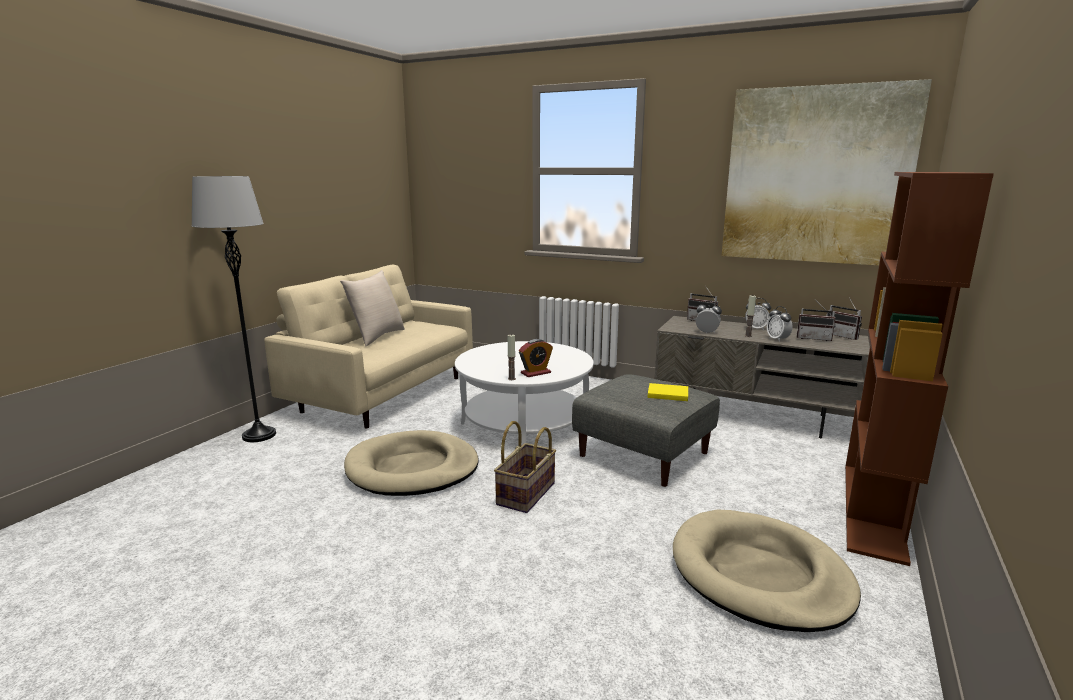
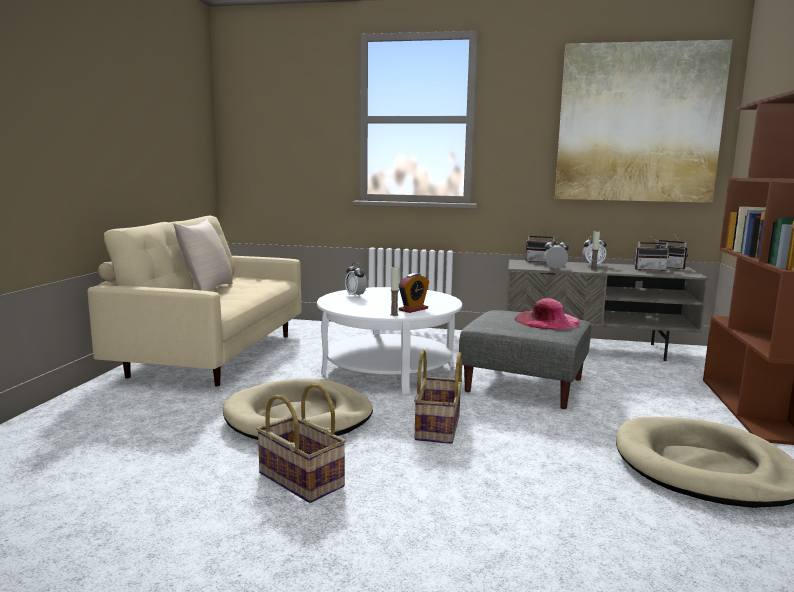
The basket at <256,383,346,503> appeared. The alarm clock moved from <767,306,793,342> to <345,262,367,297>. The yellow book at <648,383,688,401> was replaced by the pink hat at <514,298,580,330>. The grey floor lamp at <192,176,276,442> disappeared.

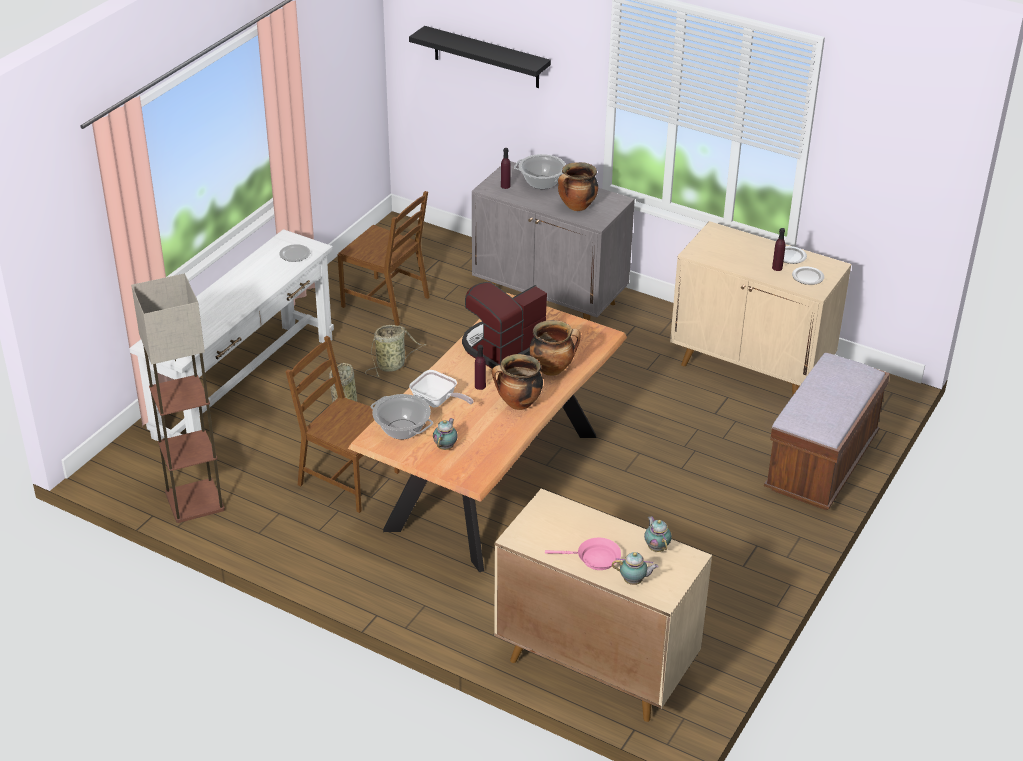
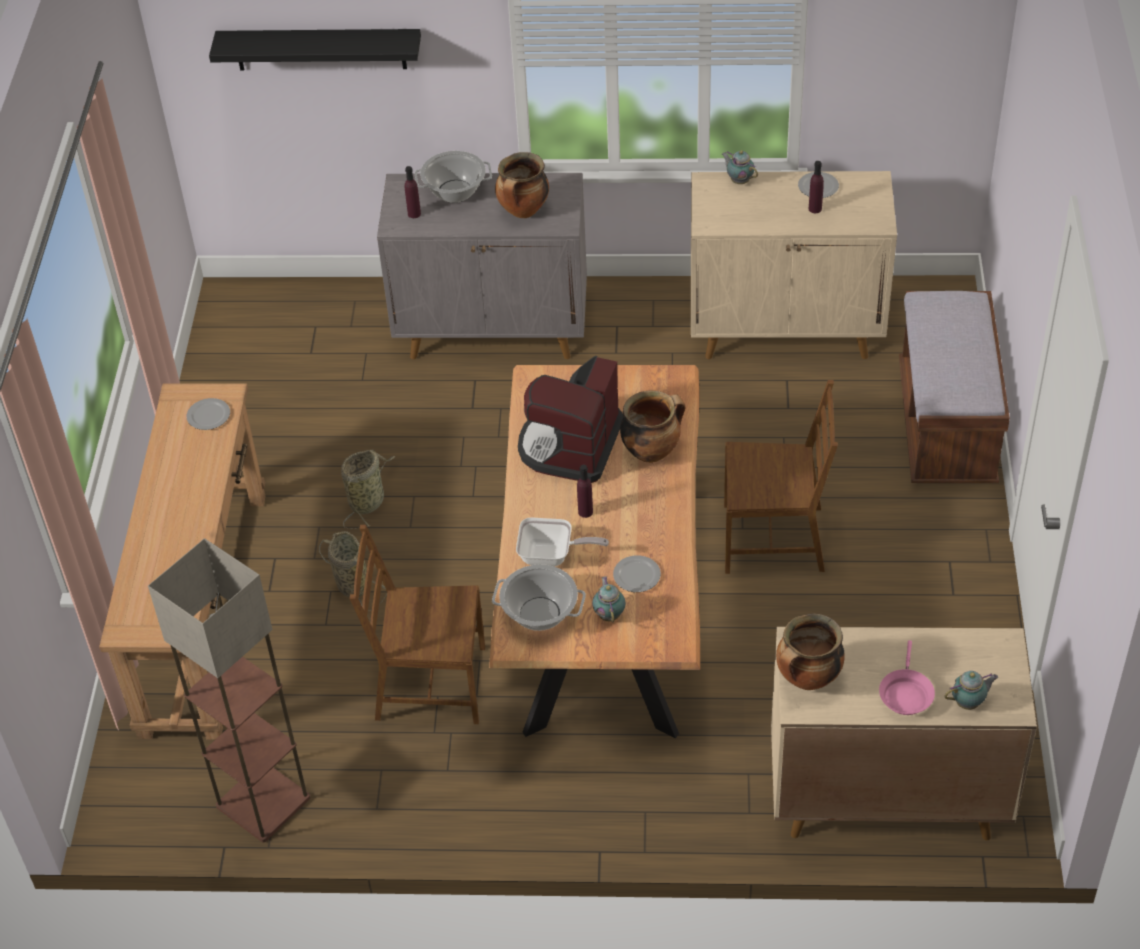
The white console table at <129,229,334,441> became the brown console table at <99,383,265,740>. The plate moved from <792,267,824,285> to <613,555,661,592>. The teapot moved from <644,516,672,552> to <722,150,758,184>. The brown chair moved from <338,191,429,326> to <724,380,838,574>. The cooking pot moved from <492,354,543,410> to <776,614,845,690>. The pink frying pan at <545,538,621,570> turned 120 degrees clockwise.

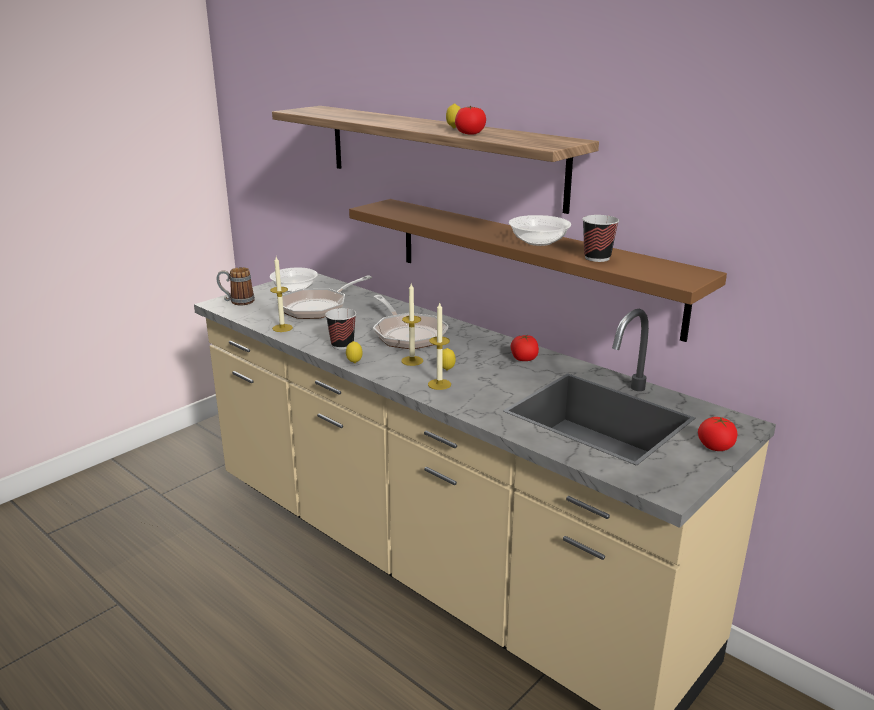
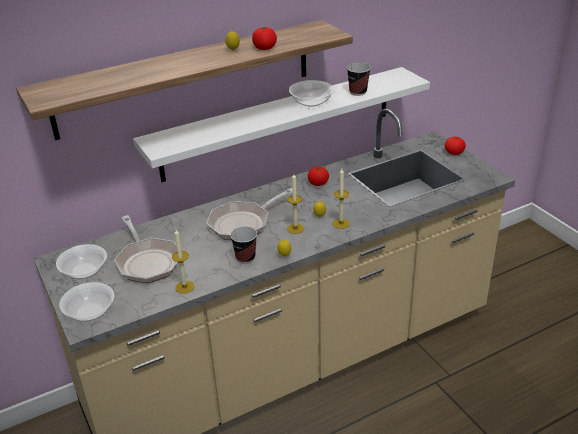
The mug at <216,267,255,305> was replaced by the bowl at <59,282,114,322>. The brown shelf at <349,199,727,342> became the white shelf at <133,67,430,182>. The frying pan at <373,295,449,349> turned 150 degrees clockwise.

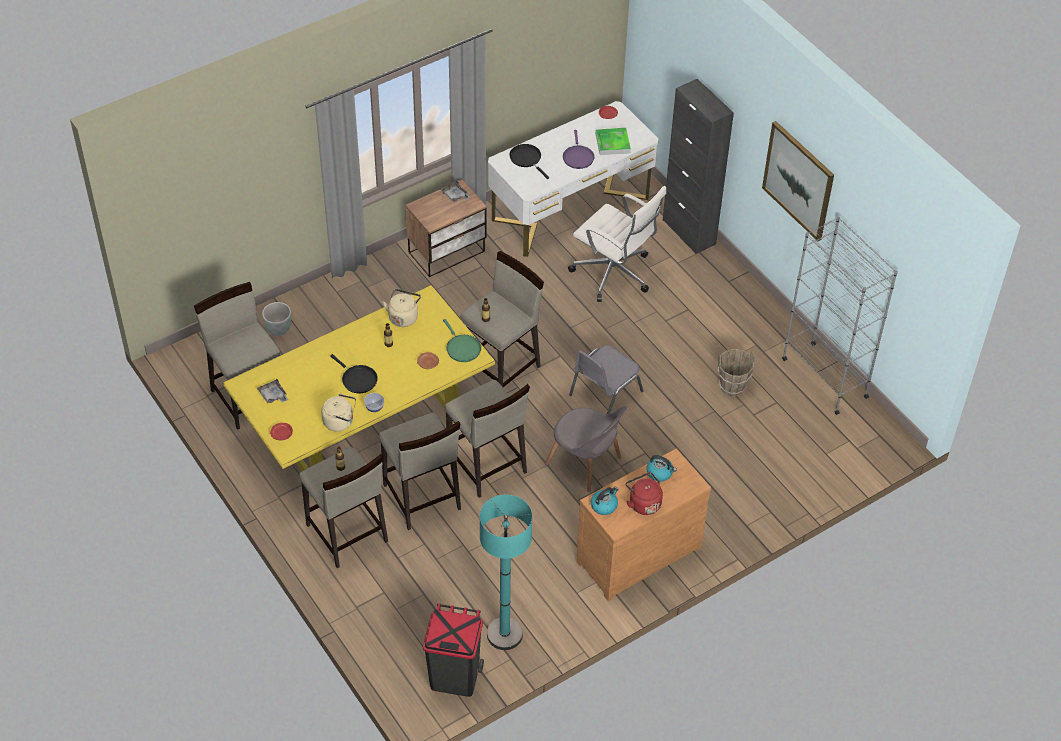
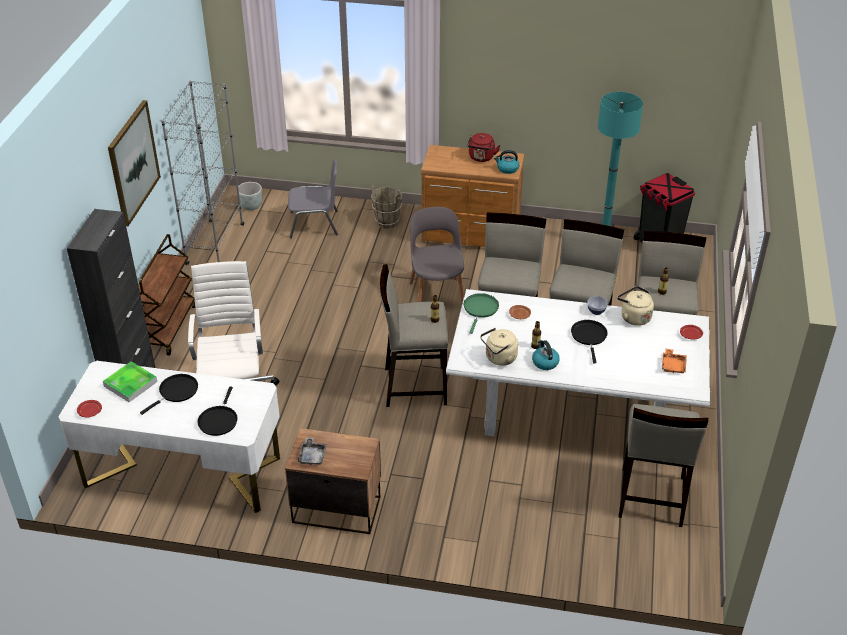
The brown cart at <138,234,195,356> appeared. The purple frying pan at <563,130,595,169> became the black frying pan at <140,374,198,415>. The grey planter moved from <262,302,291,336> to <238,182,262,210>. The grey chair moved from <569,345,643,414> to <288,159,338,238>. The brown bucket moved from <718,349,755,396> to <371,185,402,229>. The yellow dining table at <223,285,495,471> became the white dining table at <446,289,710,436>. The kettle moved from <646,455,677,482> to <532,340,560,370>. The grey tray at <257,379,288,403> became the orange tray at <662,349,687,373>.

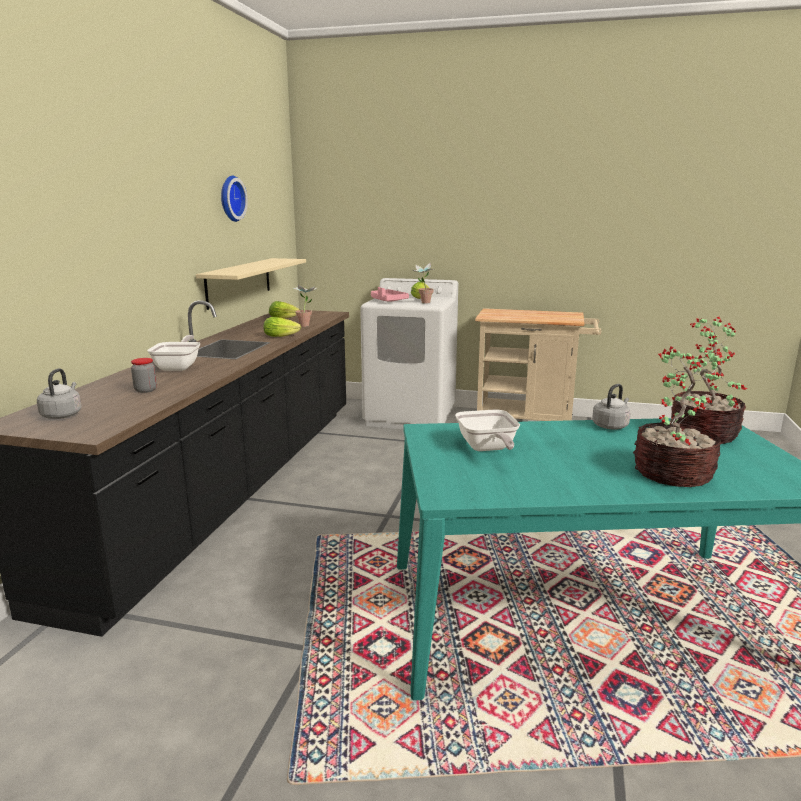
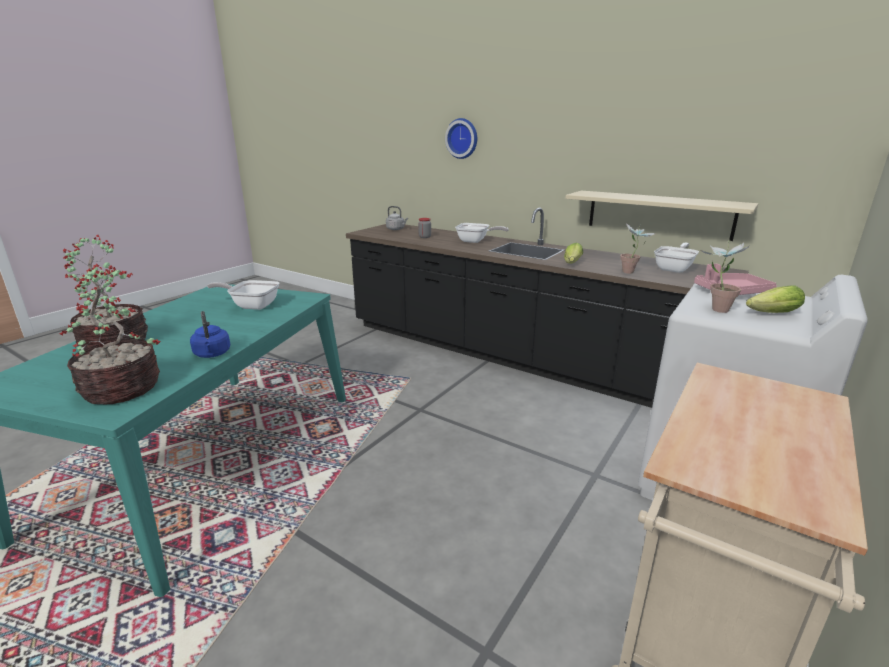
The grey kettle at <592,384,630,429> became the blue kettle at <190,311,230,358>. The wall clock moved from <221,176,248,222> to <445,118,477,159>. The lettuce at <269,301,300,319> was replaced by the frying pan at <654,243,699,273>.

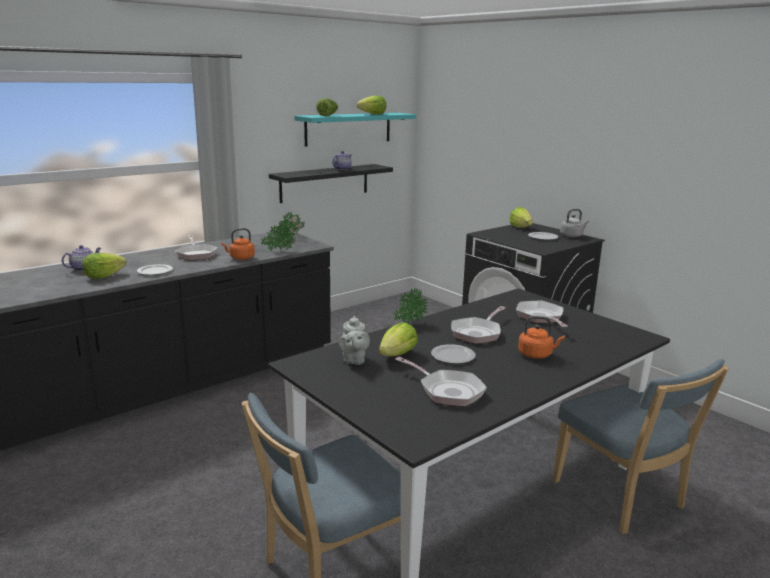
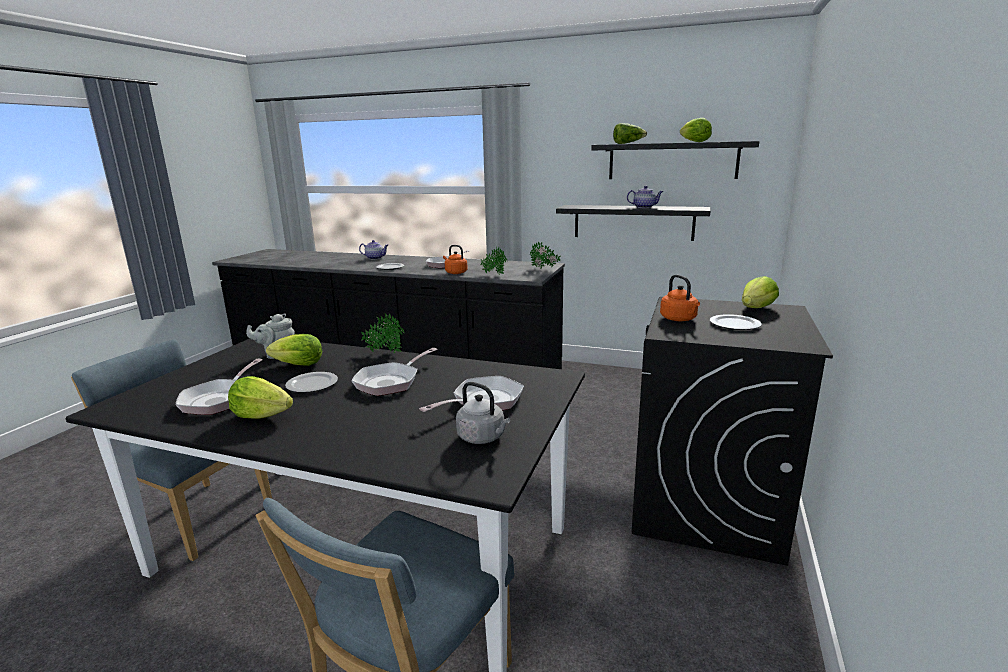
The lettuce moved from <82,253,127,279> to <228,376,293,419>. The frying pan at <451,306,506,344> turned 60 degrees counterclockwise. The grey kettle moved from <560,209,589,238> to <456,382,510,444>. The turquoise shelf at <294,113,416,147> became the black shelf at <591,141,759,179>. The orange kettle moved from <518,316,565,359> to <660,275,700,321>.

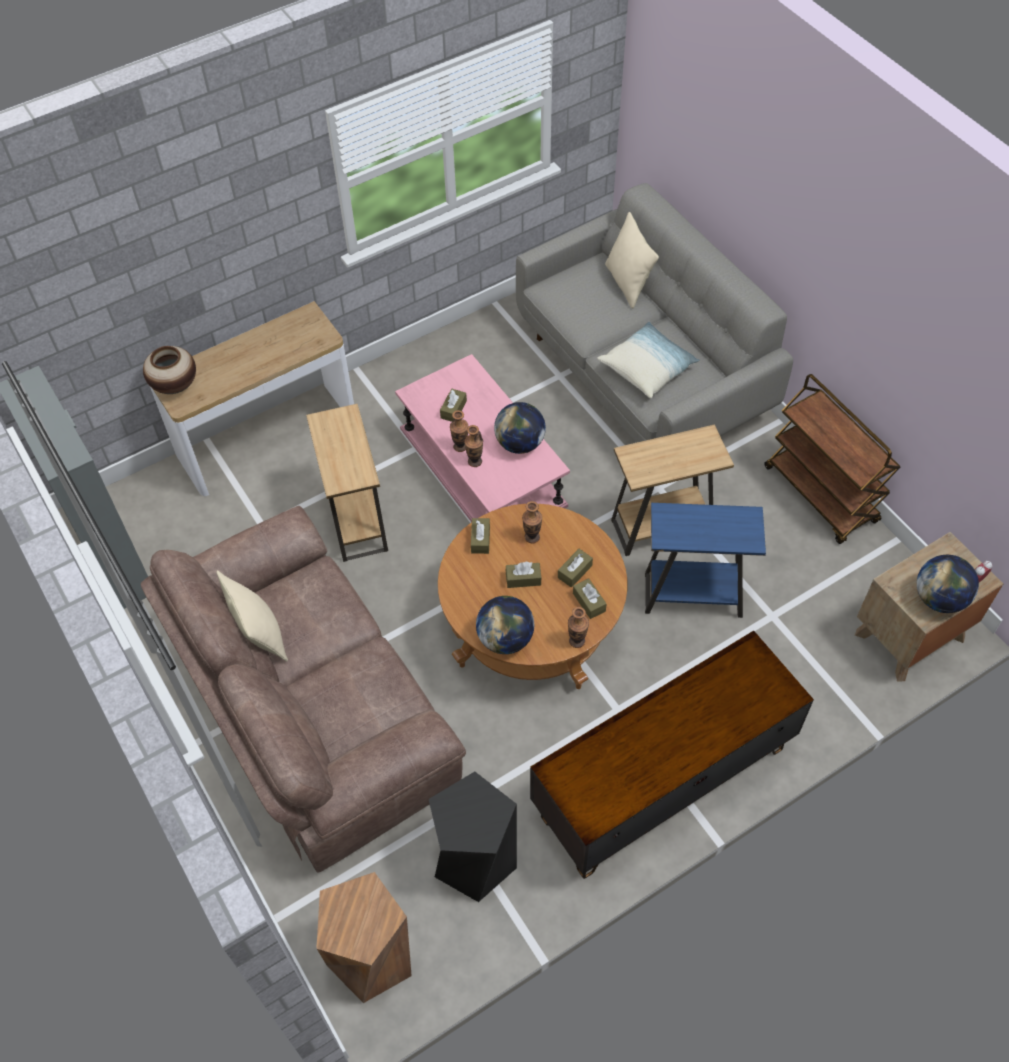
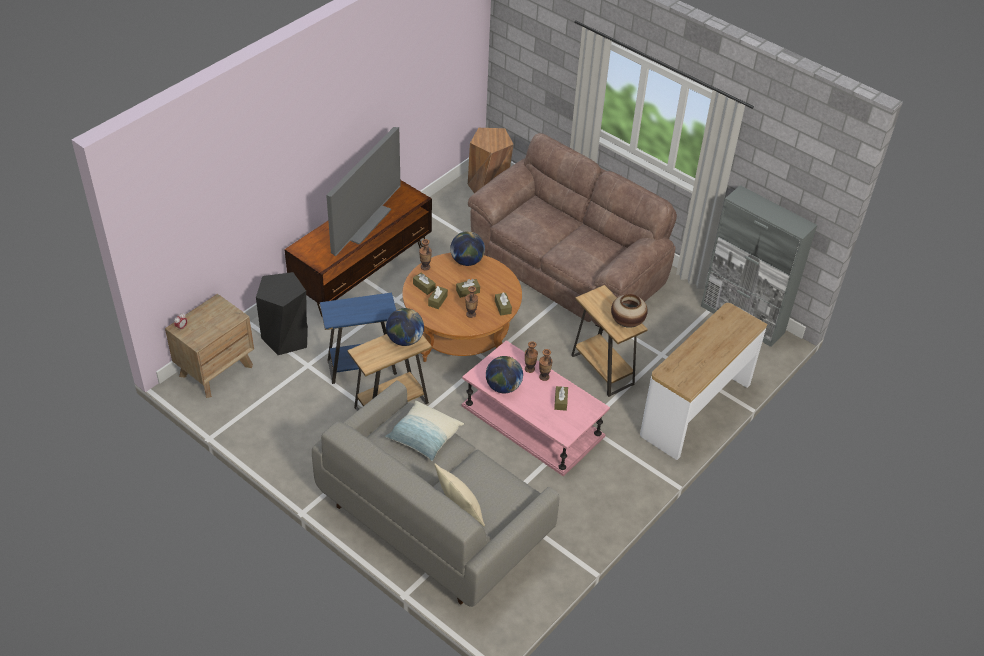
The black stool moved from <429,772,517,902> to <256,272,308,355>. The television at <326,127,401,256> appeared. The globe moved from <917,555,979,613> to <386,308,424,346>. The vase moved from <143,346,196,394> to <611,294,648,328>. The beige pillow at <216,570,288,662> disappeared. The brown cart at <764,374,901,544> disappeared.

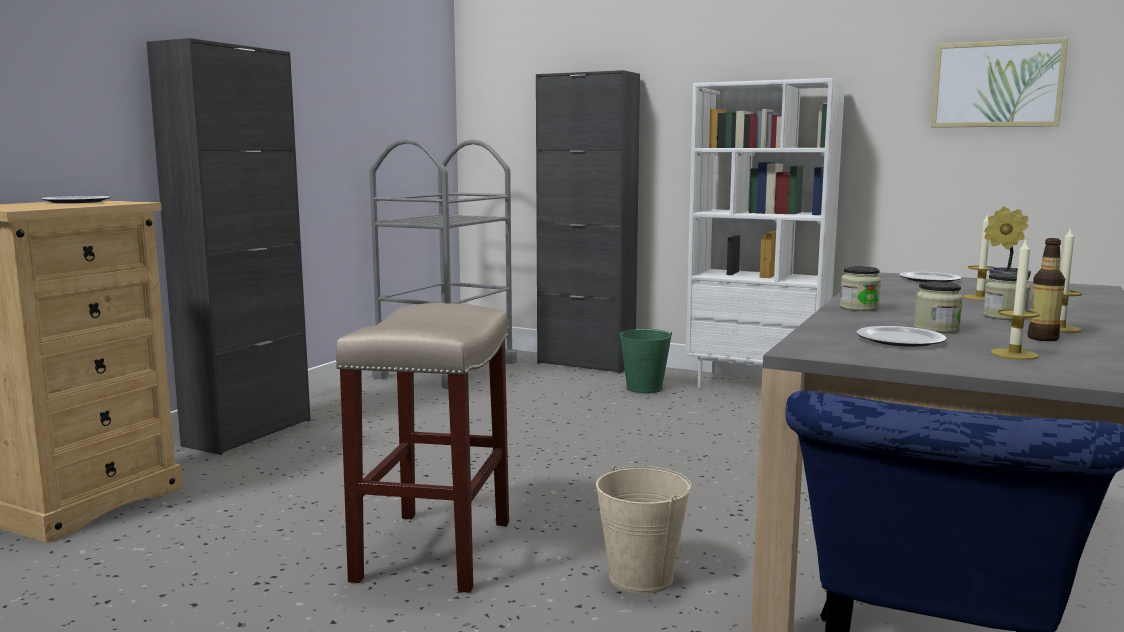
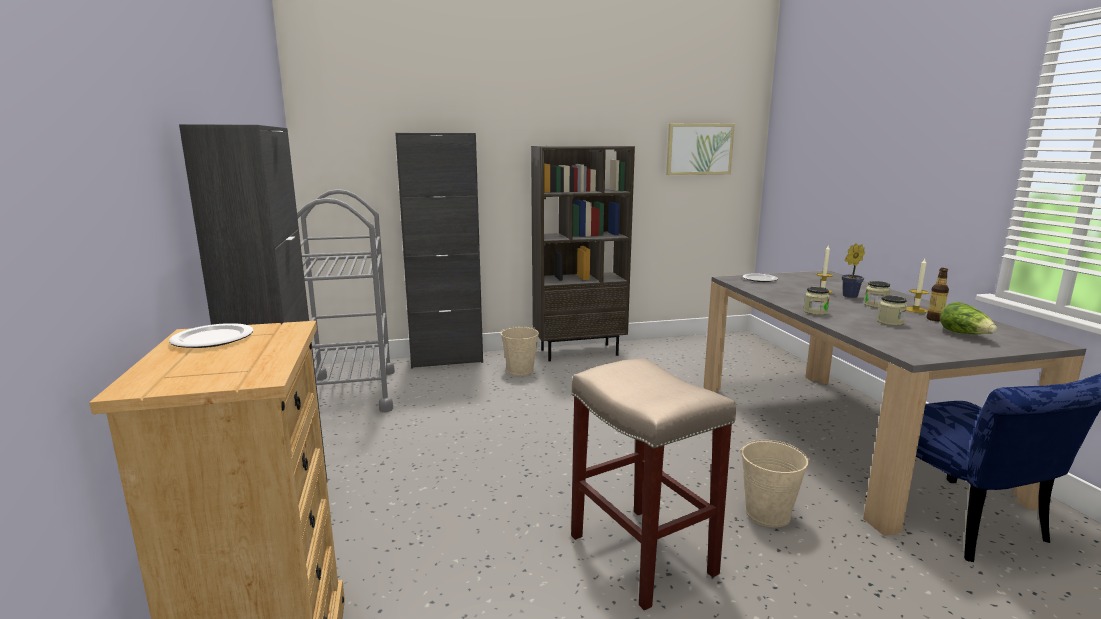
The green bucket at <619,329,672,393> became the beige bucket at <500,326,539,376>. The white bookcase at <686,78,845,388> became the brown bookcase at <531,146,635,362>. The candle at <990,240,1040,360> was replaced by the lettuce at <940,302,997,335>. The plate at <857,326,947,347> disappeared.

